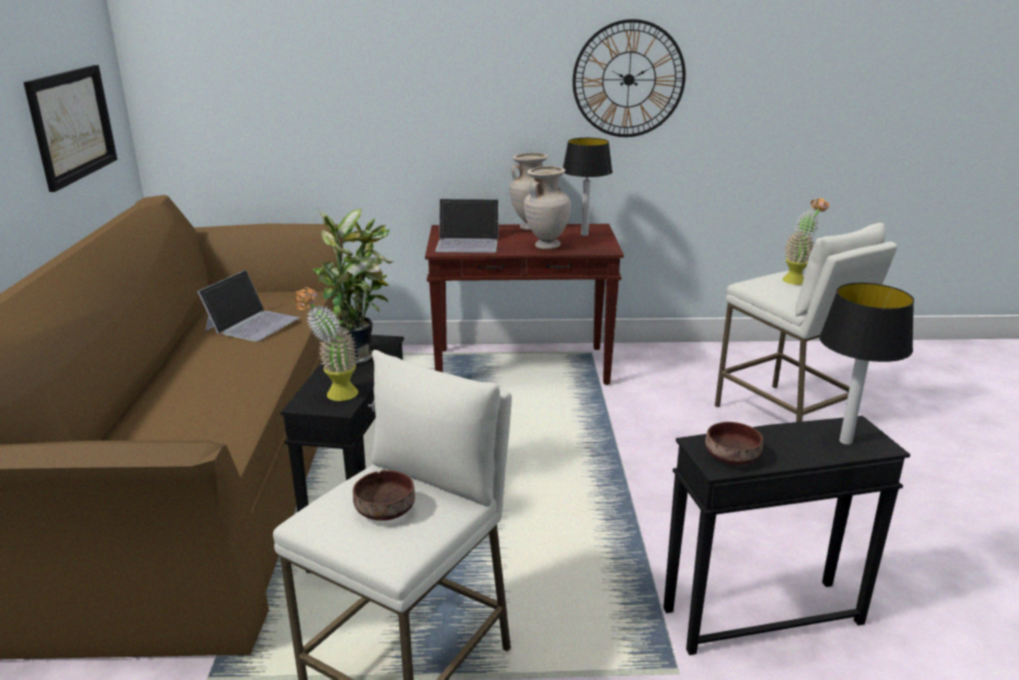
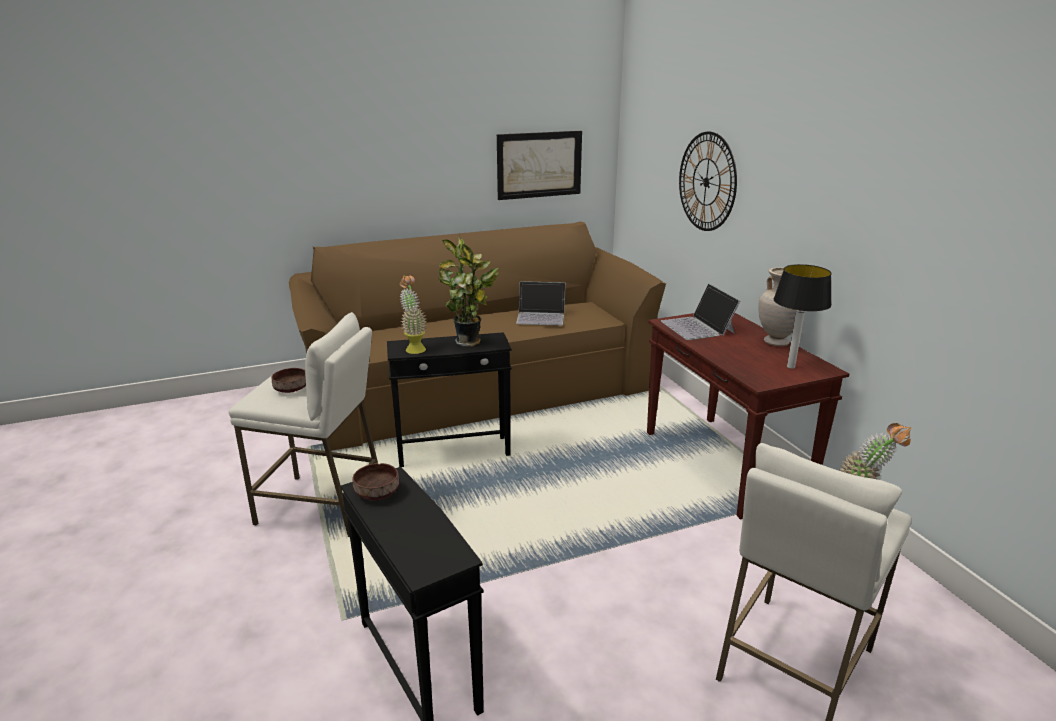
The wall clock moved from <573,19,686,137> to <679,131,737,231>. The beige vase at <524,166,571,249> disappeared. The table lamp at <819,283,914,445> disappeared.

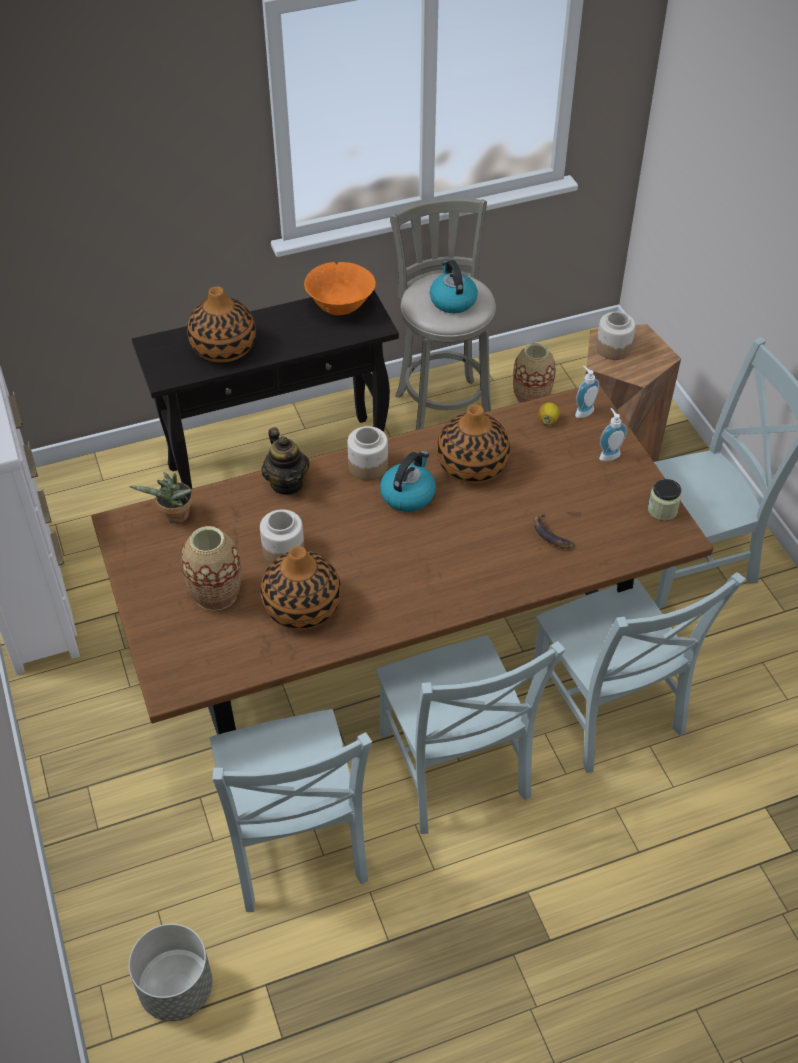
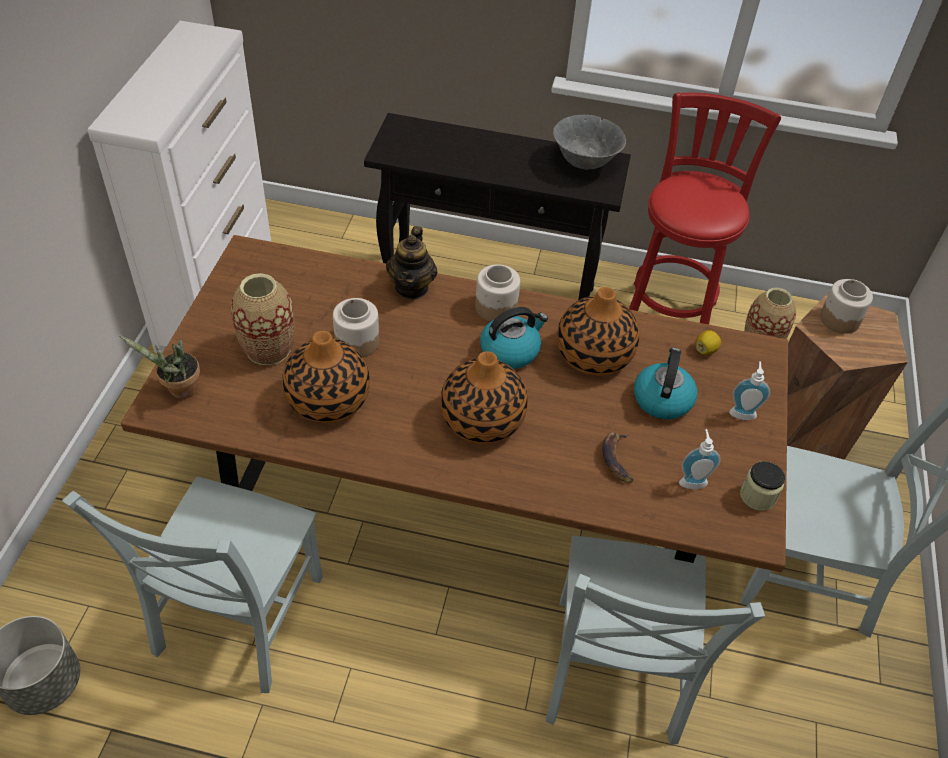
The potted plant moved from <129,472,193,523> to <119,335,200,399>. The vase moved from <187,286,256,363> to <440,351,528,444>. The orange bowl at <304,262,376,315> became the grey bowl at <553,115,626,170>. The grey stool at <390,198,496,430> became the red stool at <629,92,781,324>. The kettle moved from <430,260,478,313> to <634,348,697,419>. The soap dispenser moved from <575,365,599,418> to <679,429,721,490>. The grey chair at <376,635,566,834> disappeared.

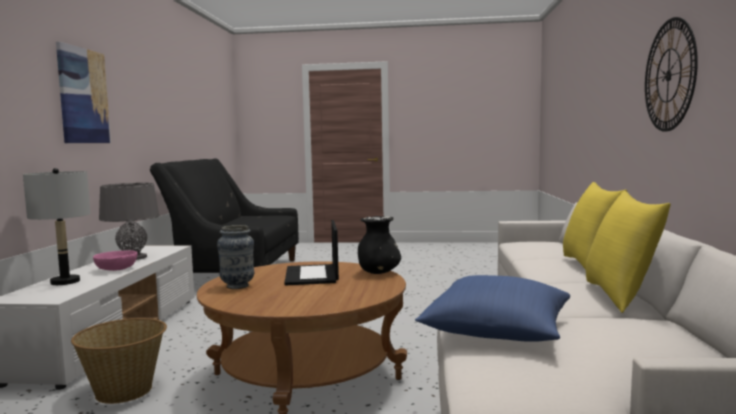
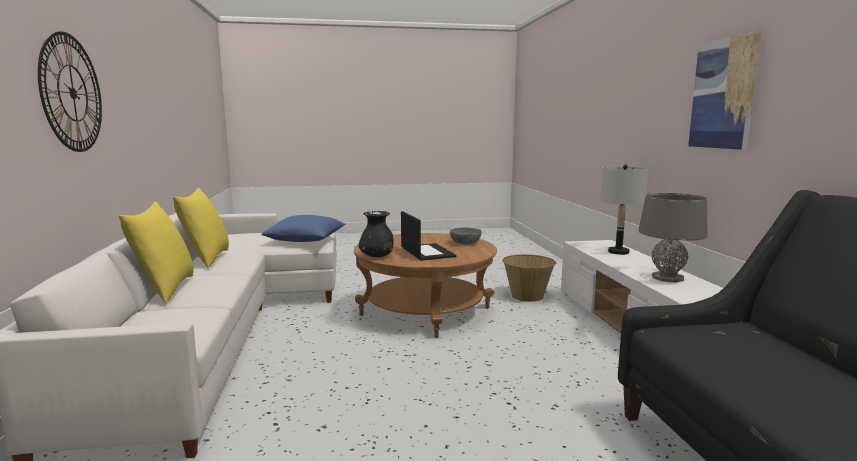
The vase at <217,225,254,289> was replaced by the grey bowl at <450,227,482,245>. The pink bowl at <93,251,137,271> disappeared.

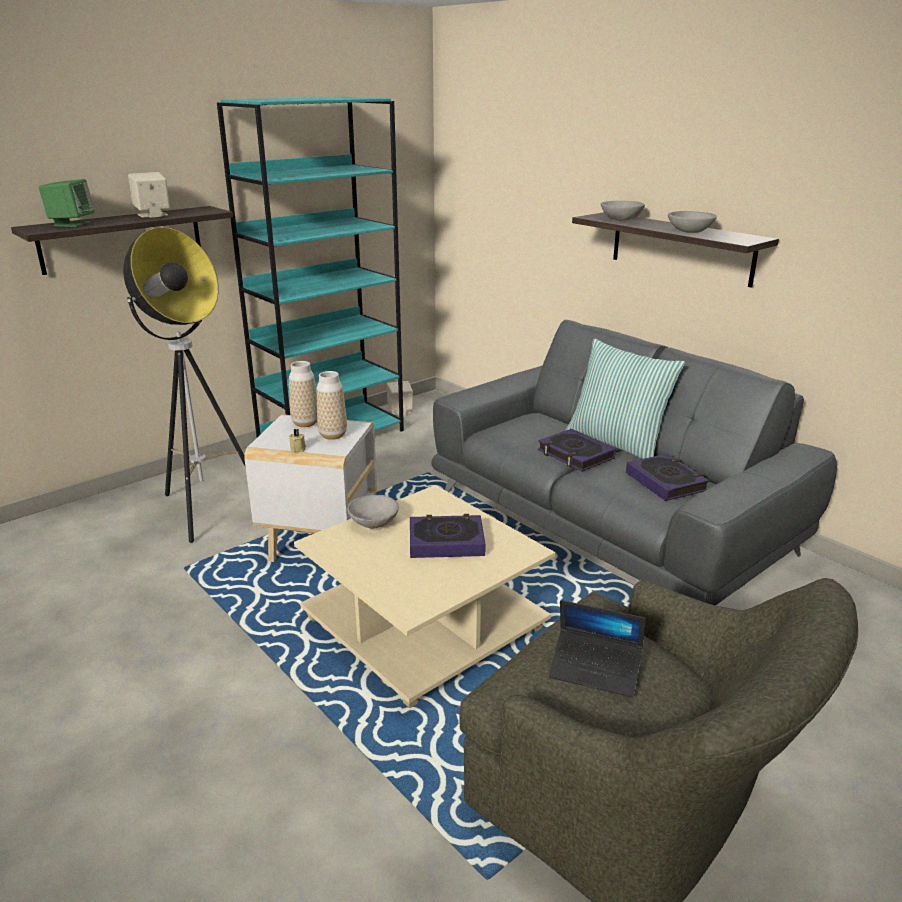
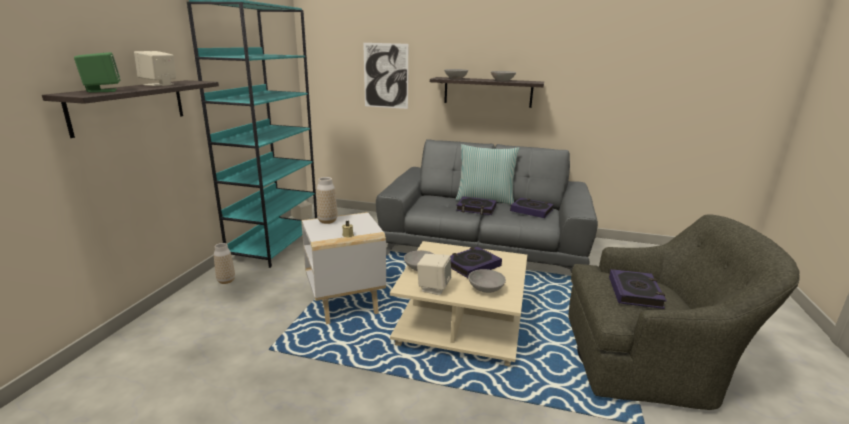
The vase moved from <317,371,347,440> to <214,243,235,284>. The picture at <363,43,408,109> appeared. The beige speaker at <417,254,451,295> appeared. The grey bowl at <468,269,506,293> appeared. The laptop at <549,600,646,697> was replaced by the book at <609,269,667,309>. The floor lamp at <124,227,245,543> disappeared.

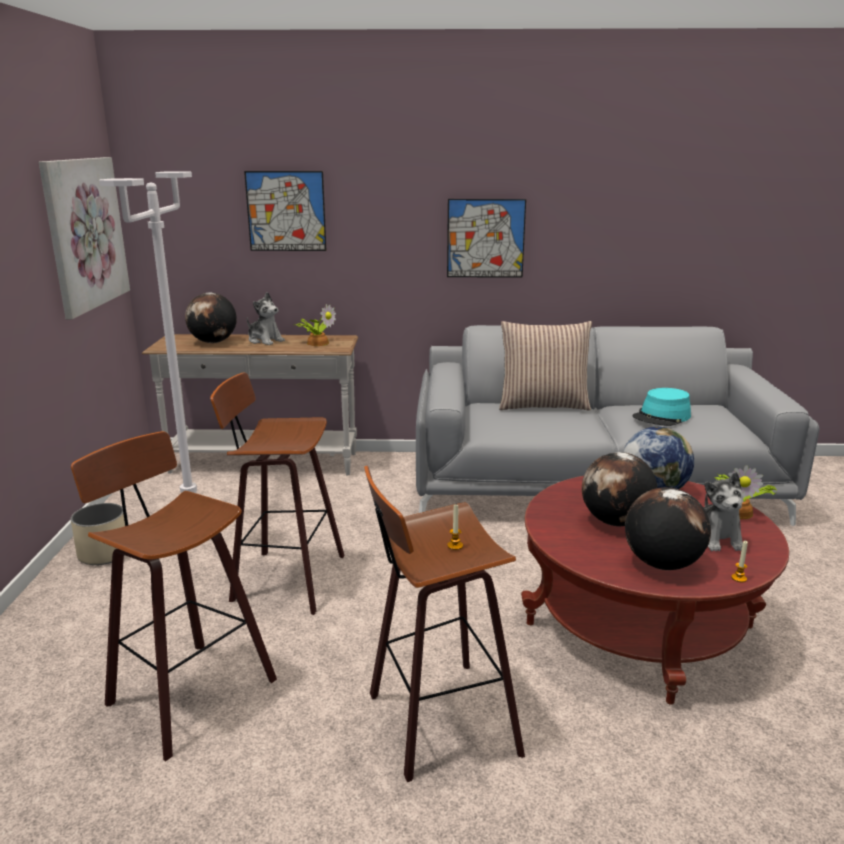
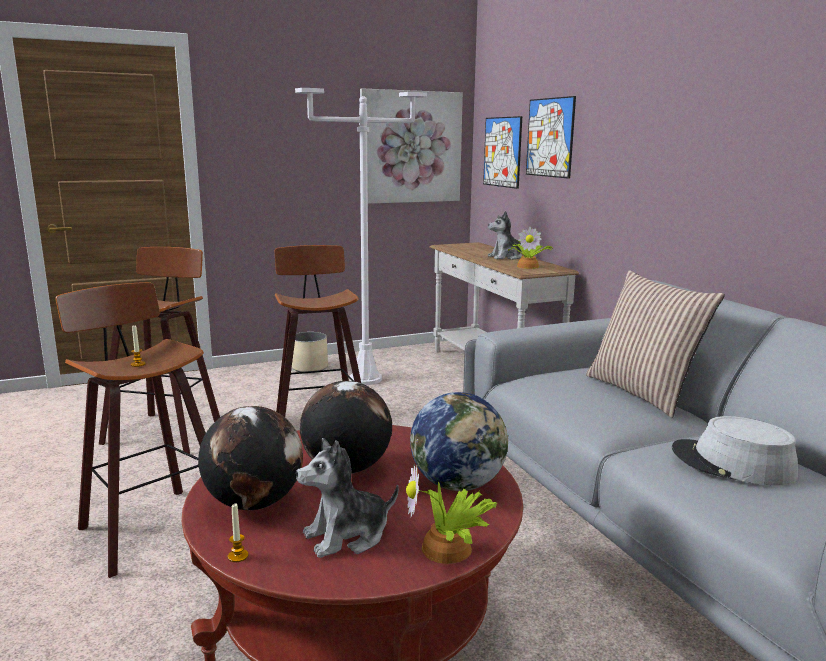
The picture moved from <447,199,526,278> to <483,116,522,189>. The plush toy at <247,292,285,345> turned 60 degrees clockwise. The turquoise hat at <633,388,691,426> became the grey hat at <672,416,798,485>. The globe at <185,292,237,343> disappeared.

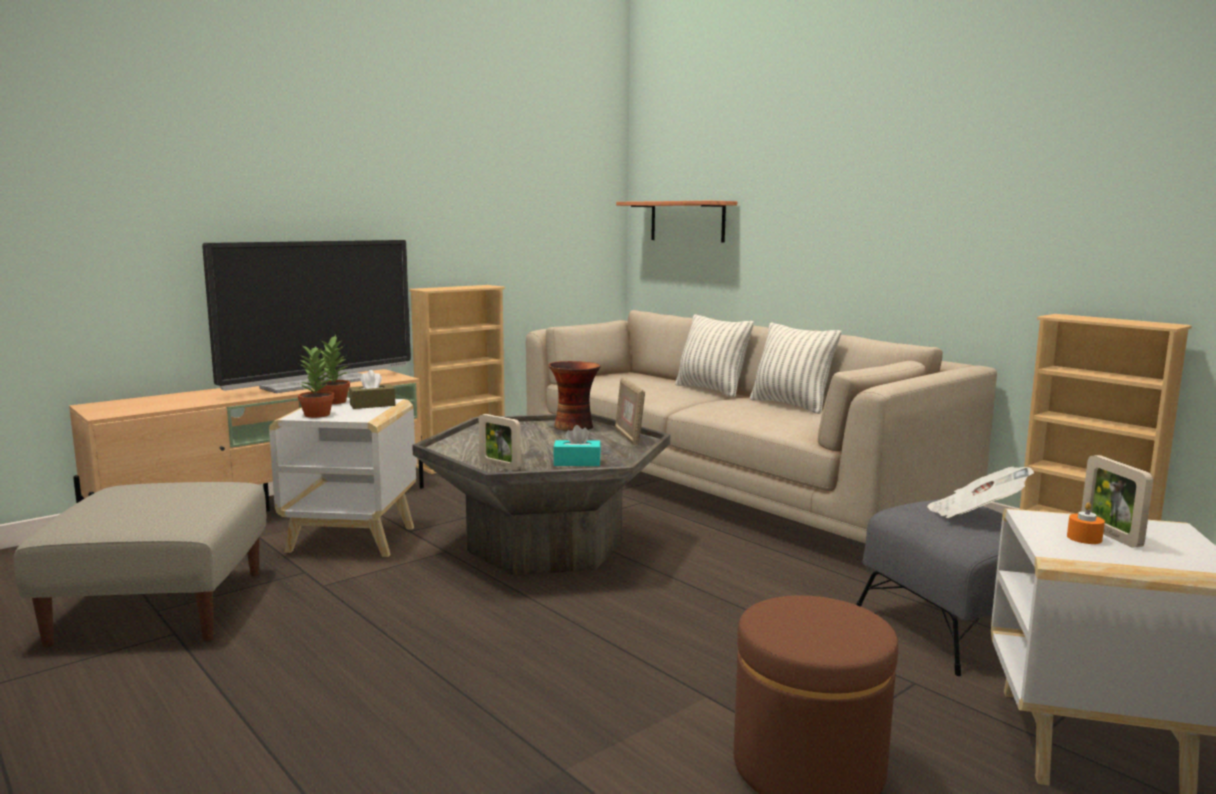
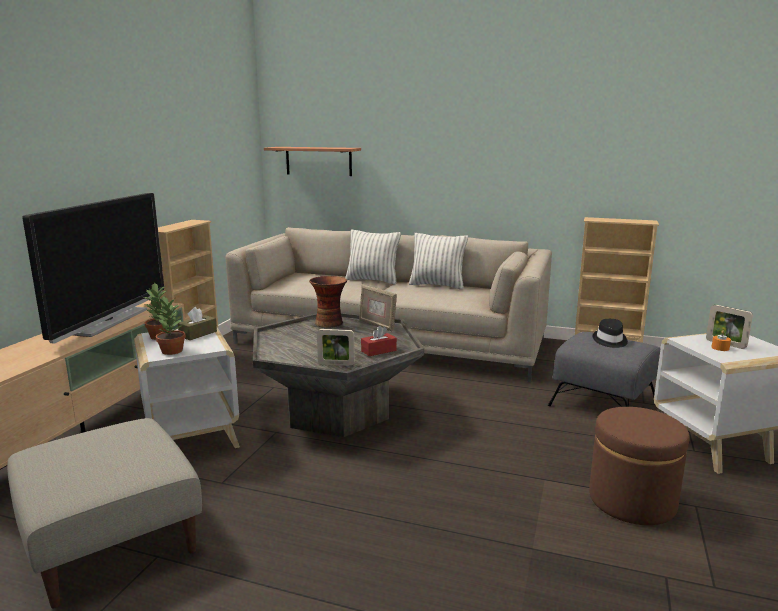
The turquoise tissue box at <553,425,601,466> became the red tissue box at <361,326,397,356>. The newspaper at <927,467,1034,518> was replaced by the black hat at <593,319,628,348>.

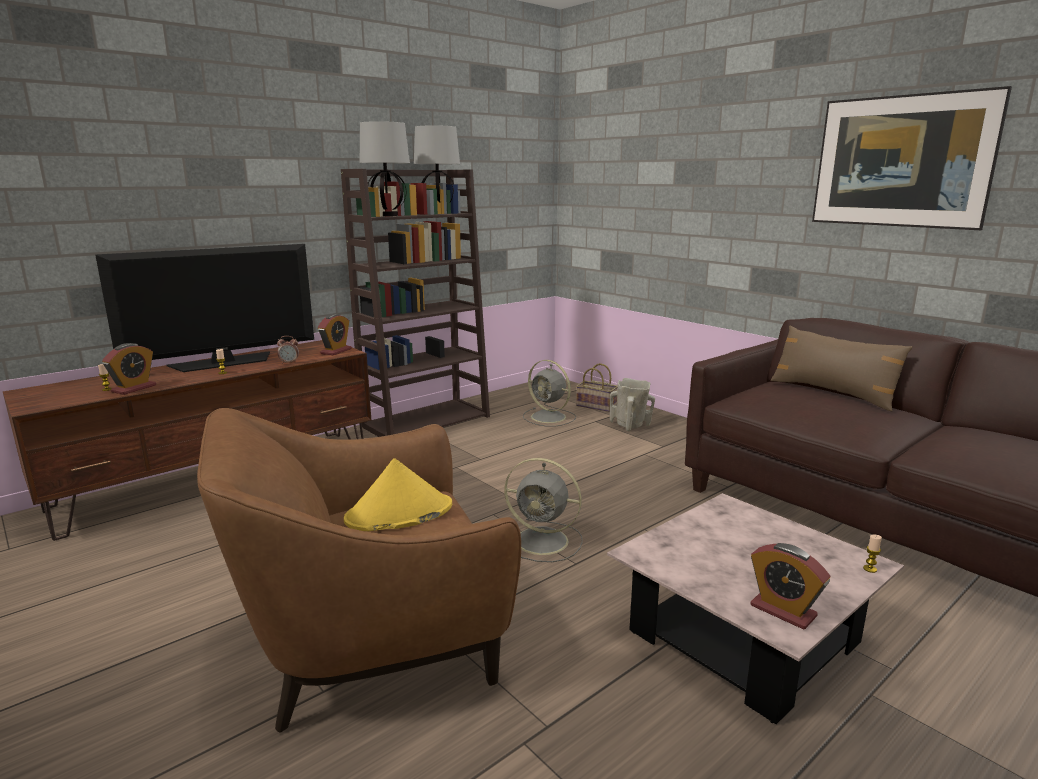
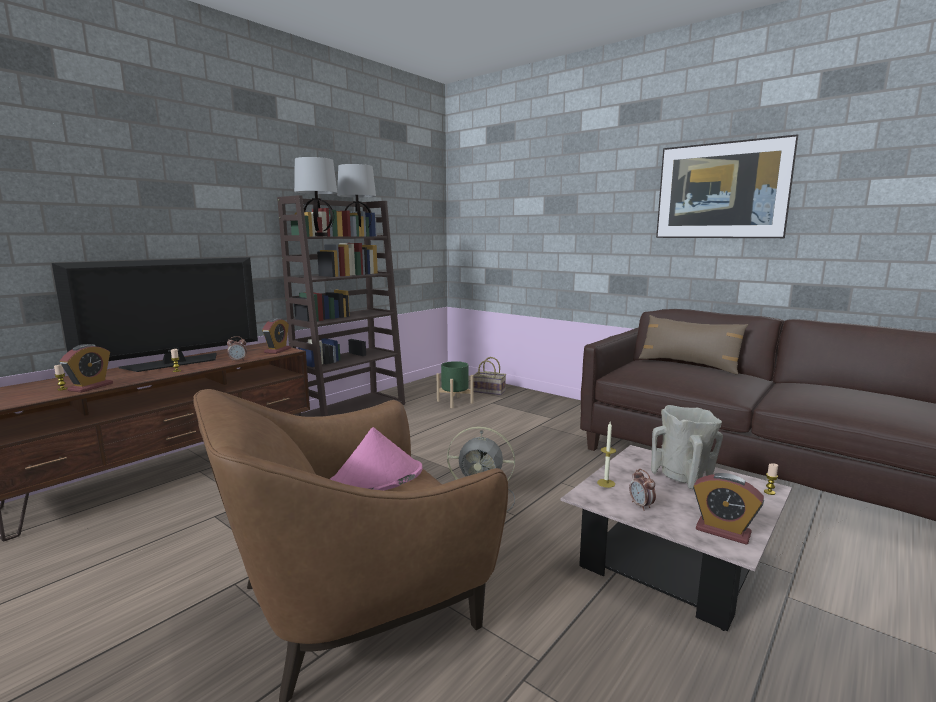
The yellow hat at <344,458,452,531> became the pink hat at <330,427,422,491>. The grey fan at <523,360,576,427> was replaced by the green planter at <437,361,474,408>. The candle at <597,422,616,488> appeared. The alarm clock at <629,469,656,510> appeared. The beige vase moved from <610,378,655,431> to <651,405,723,490>.

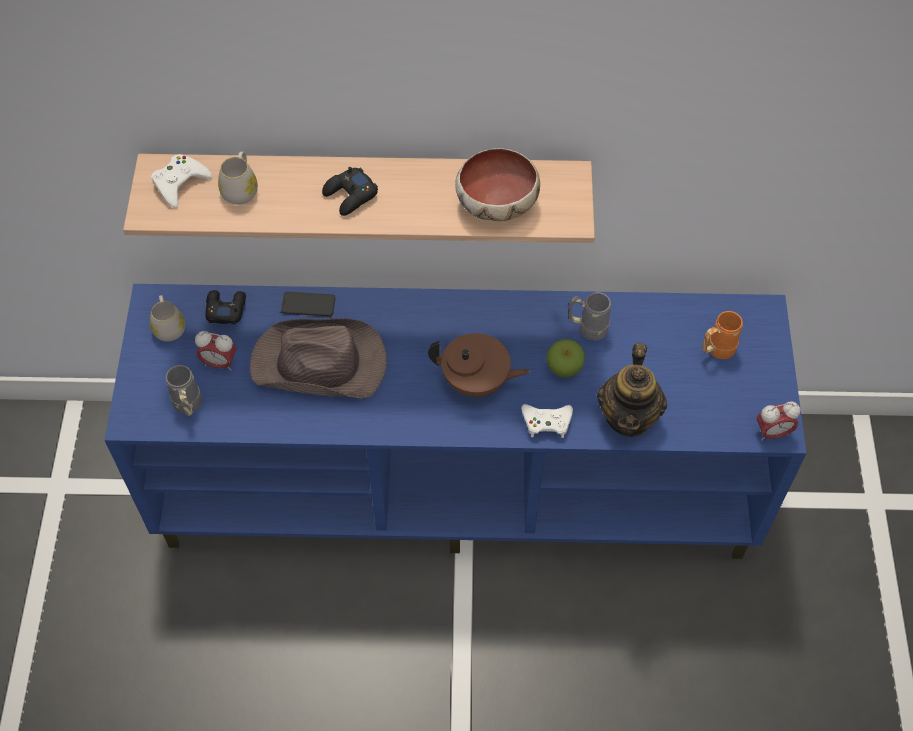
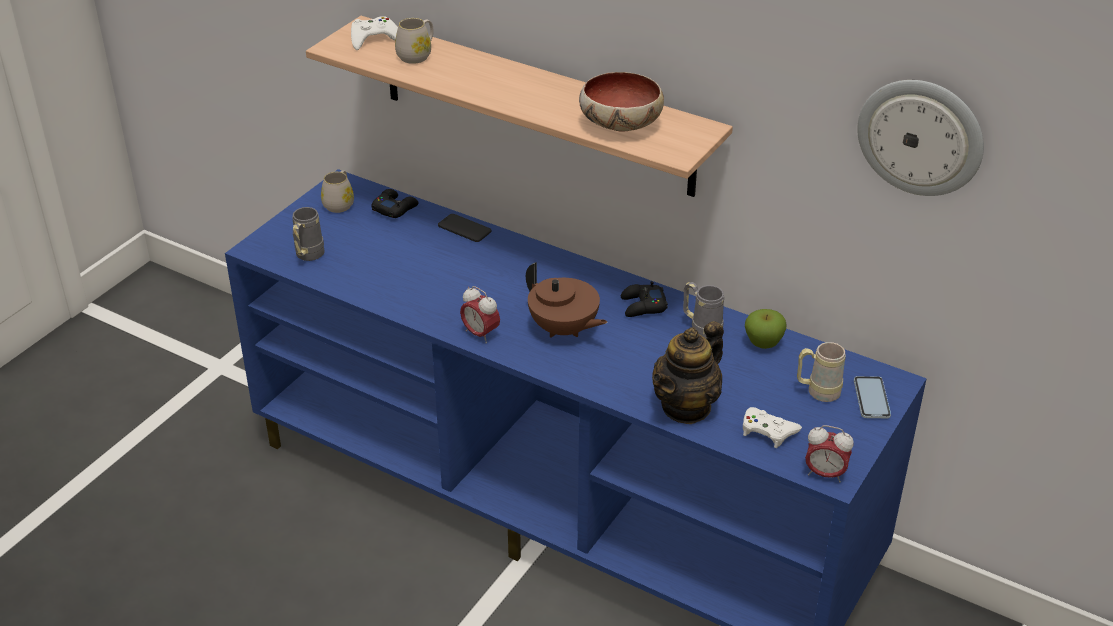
The alarm clock moved from <195,331,236,371> to <460,286,500,344>. The black game controller moved from <322,167,378,216> to <621,281,668,317>. The white game controller moved from <521,404,573,438> to <743,407,802,448>. The apple moved from <547,339,585,377> to <745,309,787,349>. The orange mug at <702,311,743,359> became the beige mug at <797,342,846,402>. The phone at <854,376,891,418> appeared. The wall clock at <857,80,984,196> appeared. The brown hat at <250,318,387,399> disappeared.

